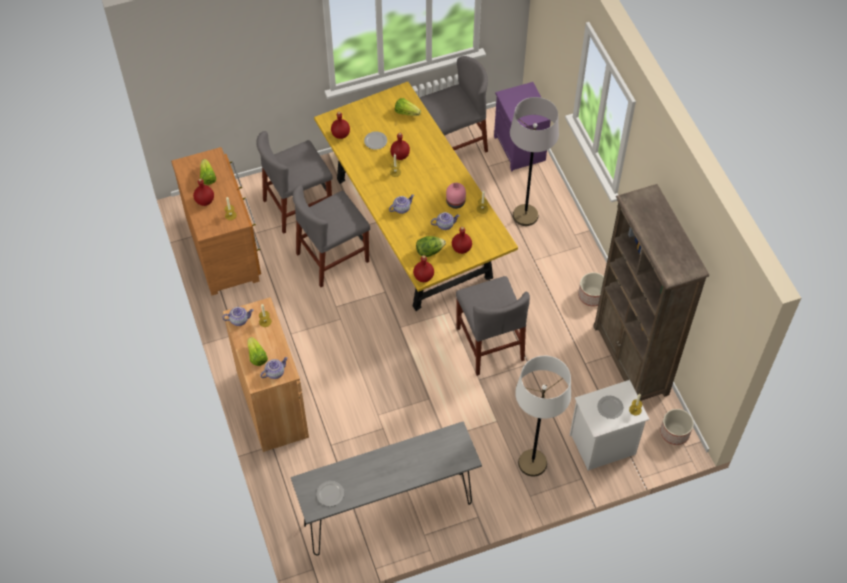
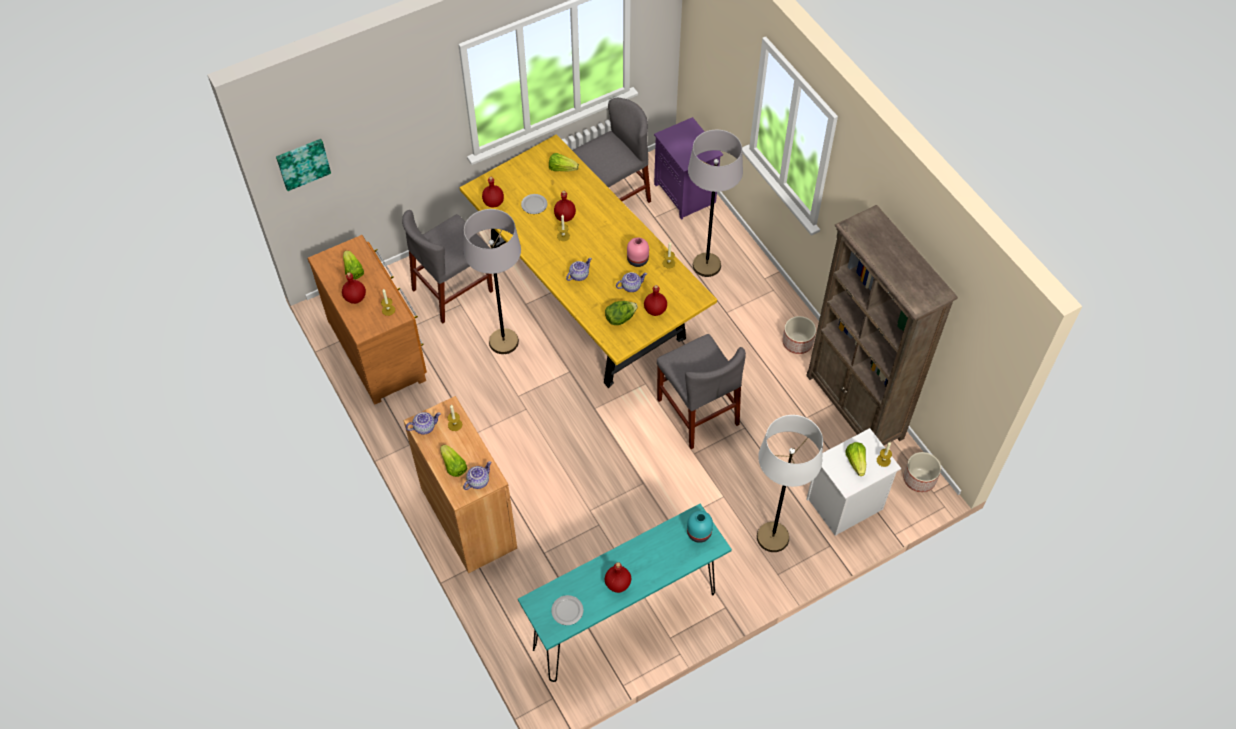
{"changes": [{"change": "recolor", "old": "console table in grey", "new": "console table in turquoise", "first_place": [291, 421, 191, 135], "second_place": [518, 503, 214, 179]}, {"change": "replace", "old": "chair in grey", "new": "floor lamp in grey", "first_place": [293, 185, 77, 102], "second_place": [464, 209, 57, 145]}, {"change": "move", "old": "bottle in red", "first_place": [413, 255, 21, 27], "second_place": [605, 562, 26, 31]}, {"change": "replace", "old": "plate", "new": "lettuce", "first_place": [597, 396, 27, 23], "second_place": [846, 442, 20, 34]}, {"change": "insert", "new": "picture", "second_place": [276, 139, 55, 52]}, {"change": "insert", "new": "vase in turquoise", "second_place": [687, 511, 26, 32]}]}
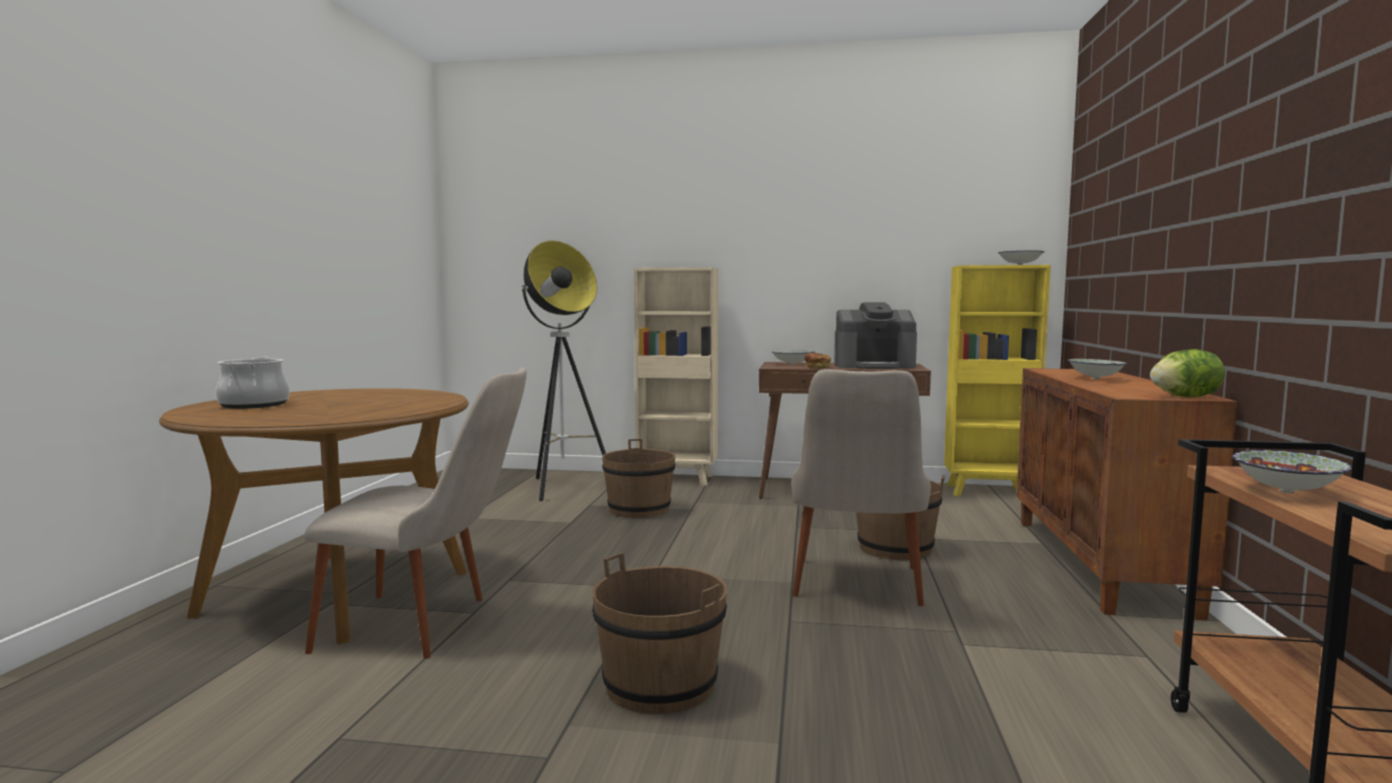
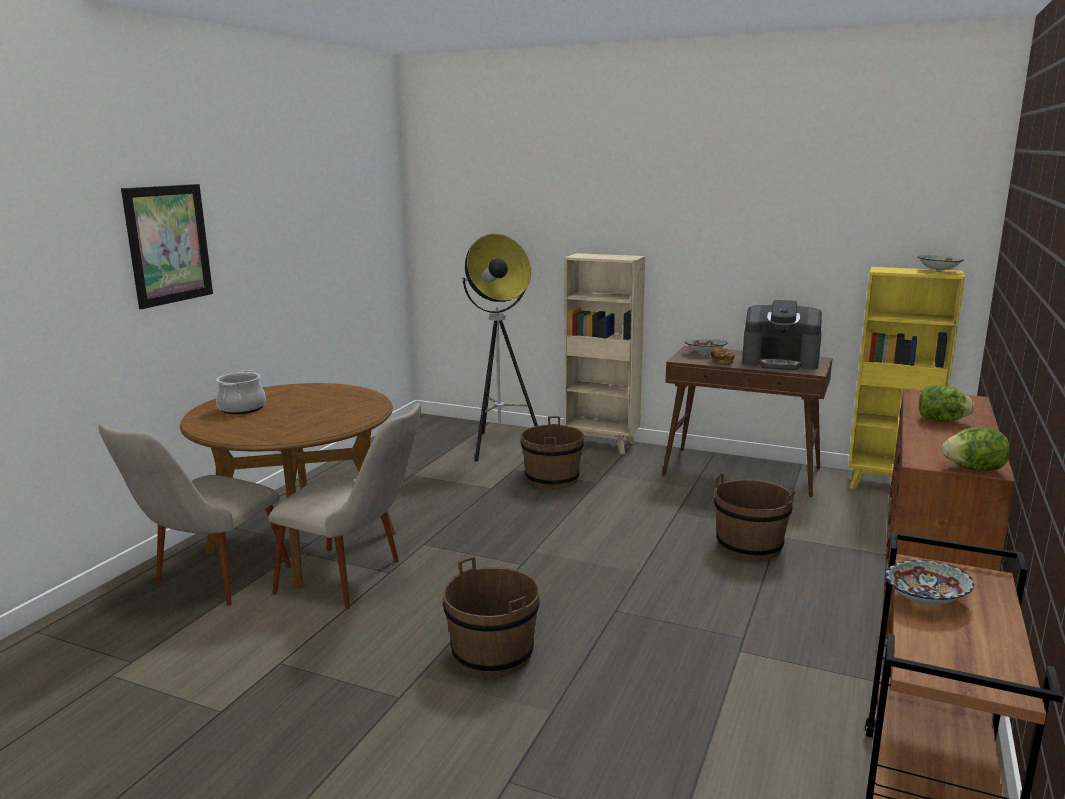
{"changes": [{"change": "move", "old": "chair in beige", "first_place": [791, 369, 140, 237], "second_place": [99, 424, 192, 182]}, {"change": "replace", "old": "bowl", "new": "lettuce", "first_place": [1068, 359, 59, 20], "second_place": [919, 385, 56, 37]}, {"change": "insert", "new": "picture", "second_place": [121, 184, 92, 125]}]}
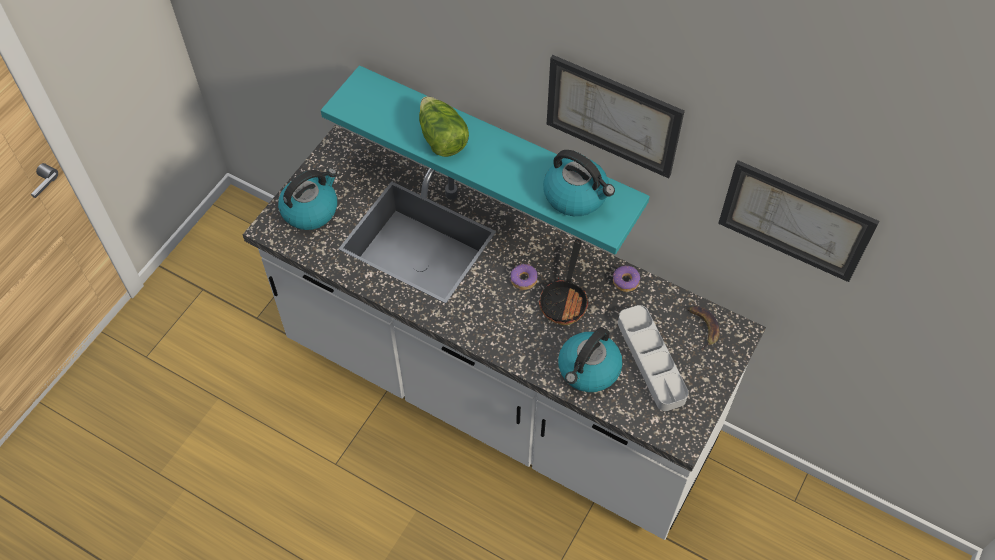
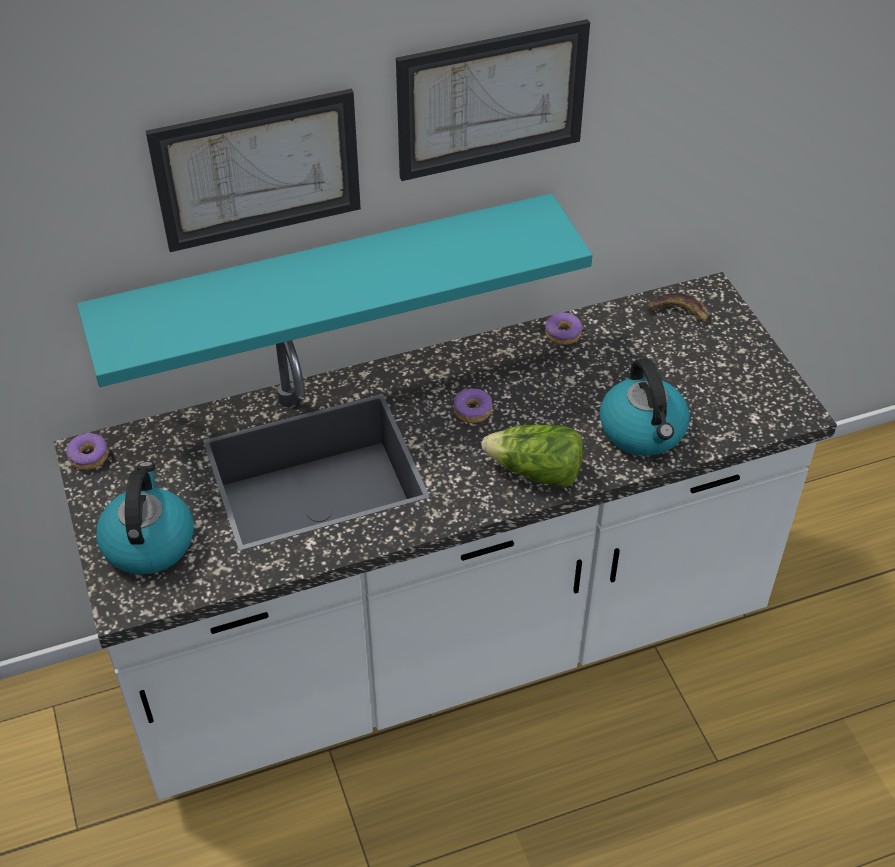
{"changes": [{"change": "move", "old": "lettuce", "first_place": [419, 96, 50, 61], "second_place": [481, 424, 102, 63]}, {"change": "delete", "old": "frying pan", "first_place": [539, 239, 50, 87]}, {"change": "delete", "old": "kettle", "first_place": [543, 150, 72, 66]}, {"change": "delete", "old": "tray in grey", "first_place": [618, 305, 71, 106]}, {"change": "move", "old": "picture", "first_place": [718, 160, 161, 122], "second_place": [146, 89, 215, 163]}, {"change": "insert", "new": "donut", "second_place": [66, 433, 43, 37]}]}
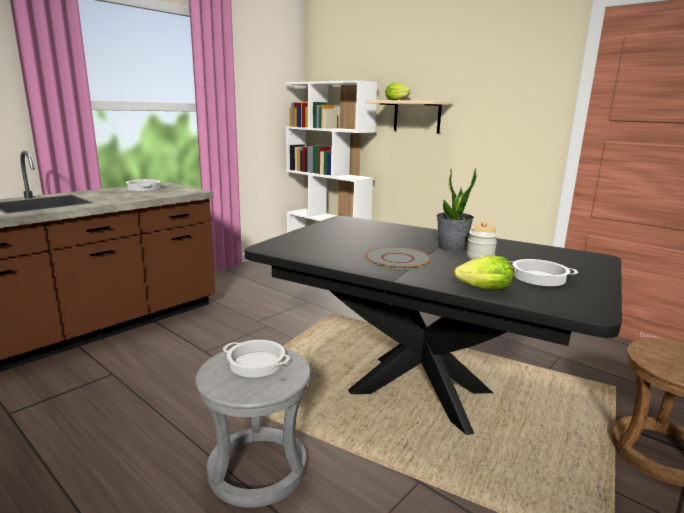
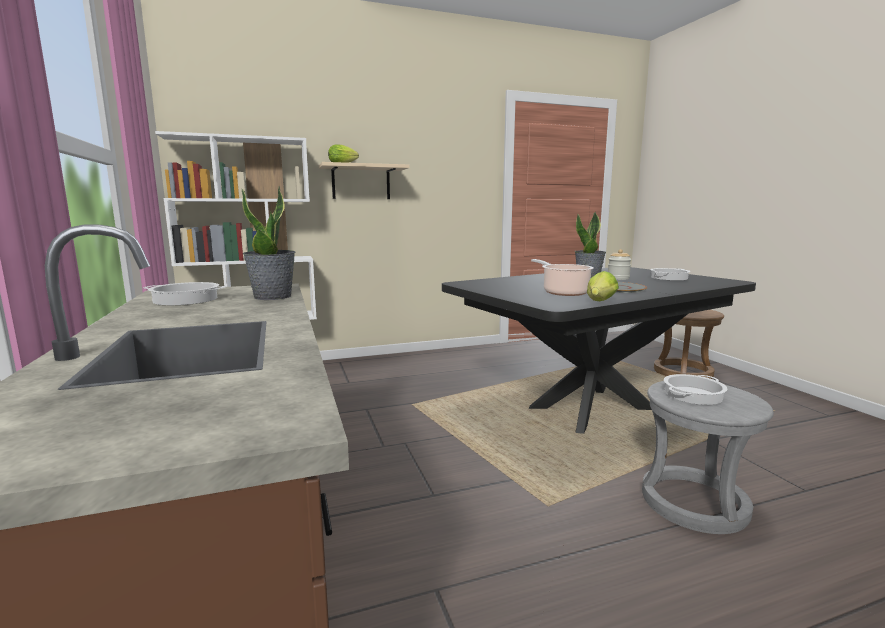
{"changes": [{"change": "move", "old": "lettuce", "first_place": [454, 256, 59, 34], "second_place": [587, 271, 32, 30]}, {"change": "insert", "new": "potted plant", "second_place": [242, 186, 54, 114]}, {"change": "insert", "new": "cooking pot", "second_place": [531, 259, 63, 37]}]}
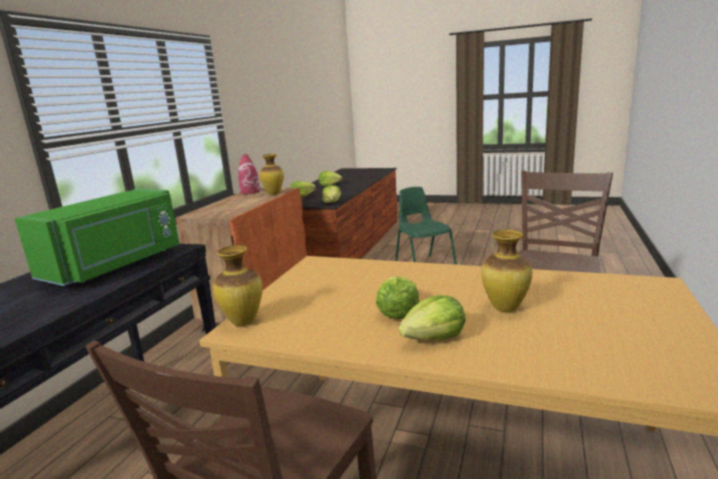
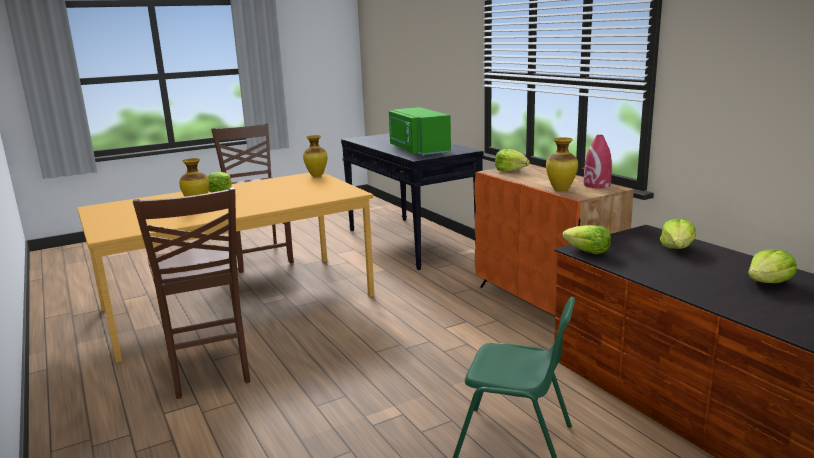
{"changes": [{"change": "move", "old": "lettuce", "first_place": [376, 276, 44, 43], "second_place": [495, 149, 35, 23]}]}
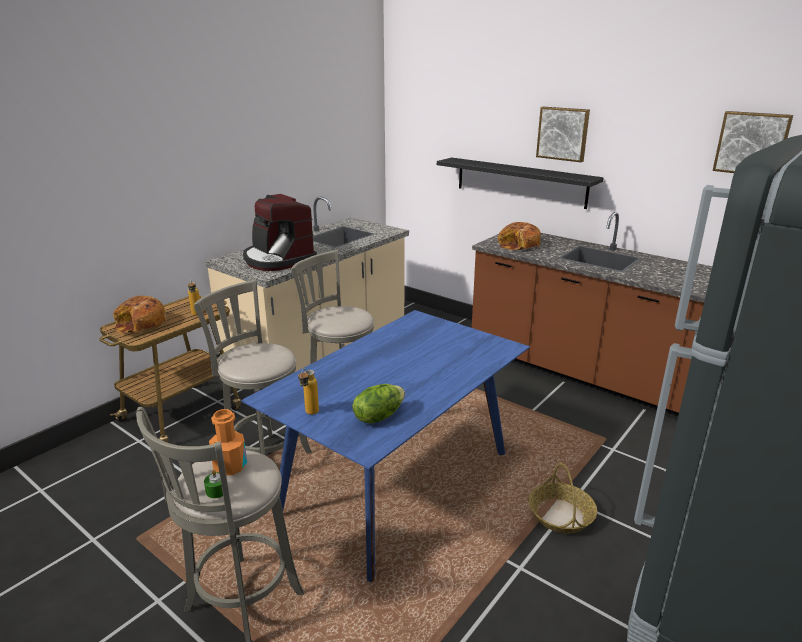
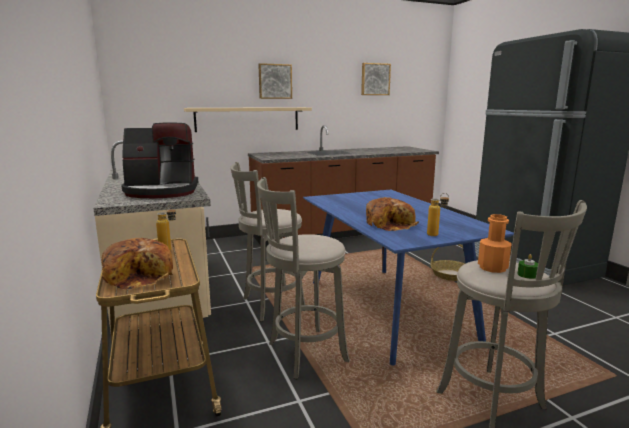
{"changes": [{"change": "delete", "old": "lettuce", "first_place": [353, 384, 52, 39]}, {"change": "recolor", "old": "shelf in black", "new": "shelf in beige", "first_place": [437, 158, 166, 51], "second_place": [184, 107, 128, 25]}, {"change": "move", "old": "bread", "first_place": [498, 222, 43, 28], "second_place": [366, 197, 53, 34]}]}
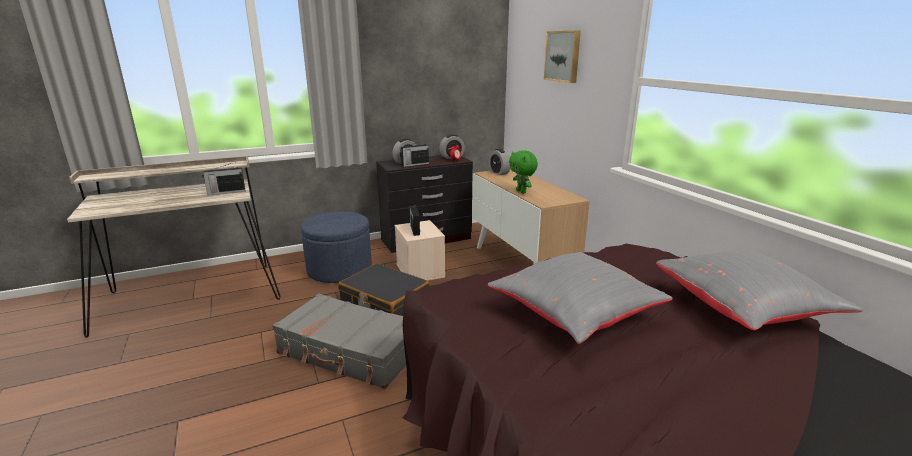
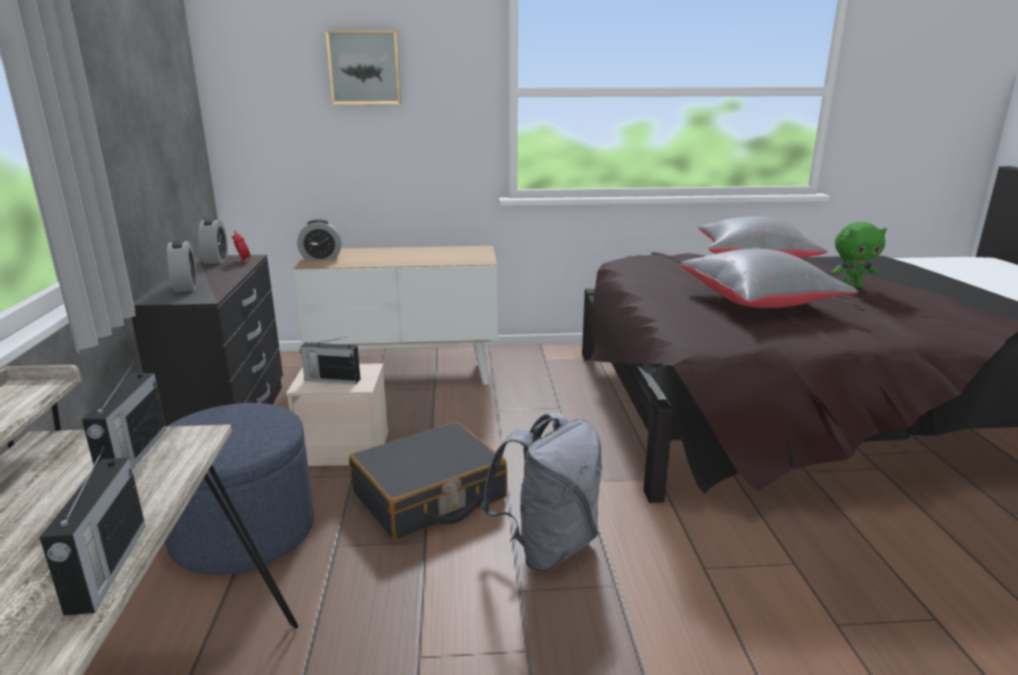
{"changes": [{"change": "replace", "old": "suitcase in grey", "new": "backpack in grey", "first_place": [272, 294, 134, 95], "second_place": [481, 413, 122, 158]}, {"change": "move", "old": "radio", "first_place": [400, 140, 29, 27], "second_place": [40, 445, 106, 171]}, {"change": "move", "old": "plush toy in green", "first_place": [509, 150, 29, 44], "second_place": [831, 222, 56, 66]}]}
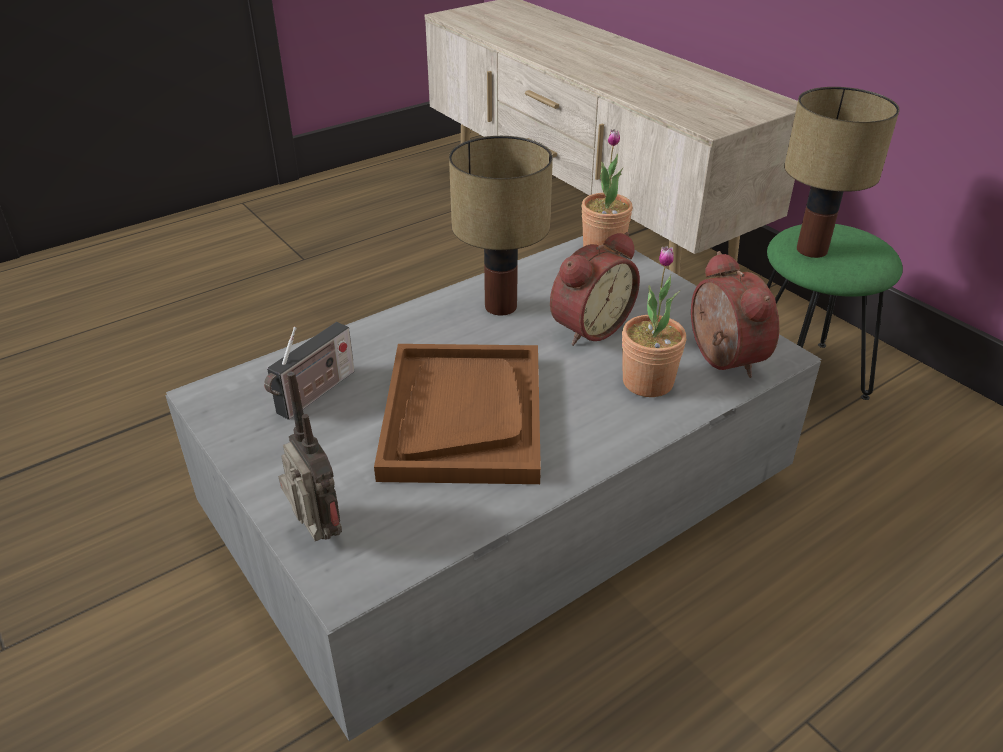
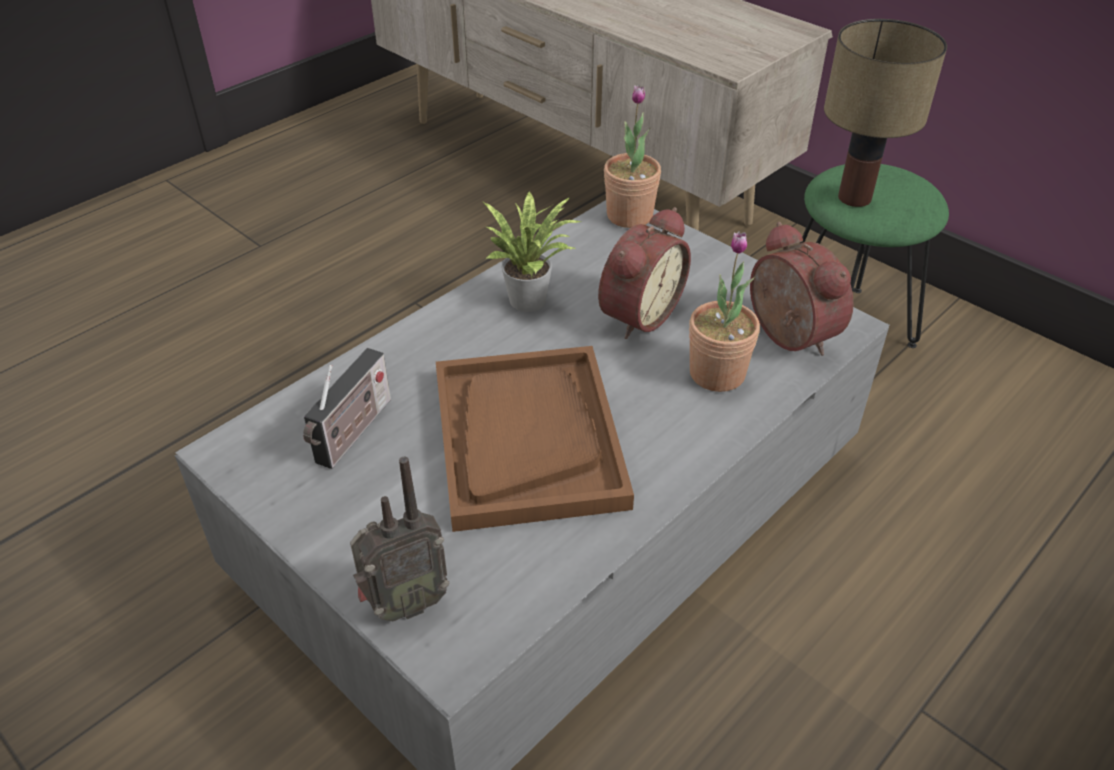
{"changes": [{"change": "rotate", "old": "radio", "first_place": [278, 371, 64, 170], "second_place": [350, 457, 99, 164], "degrees": 105}, {"change": "replace", "old": "table lamp", "new": "potted plant", "first_place": [449, 136, 104, 179], "second_place": [483, 191, 98, 121]}]}
